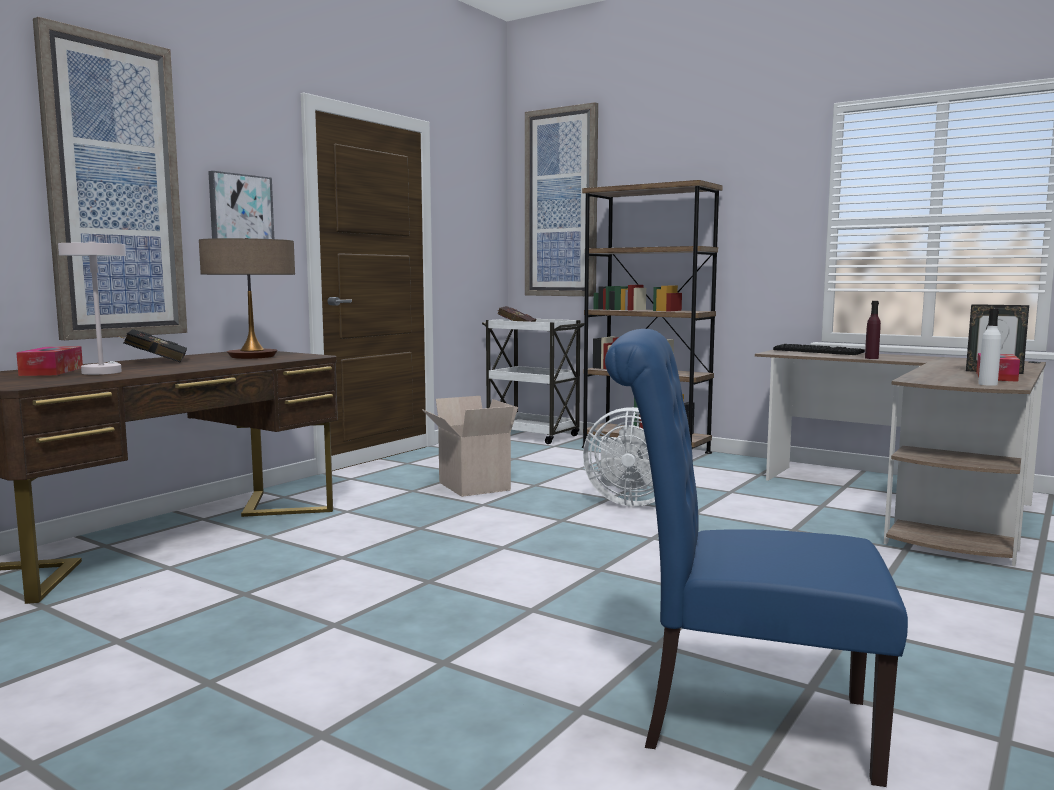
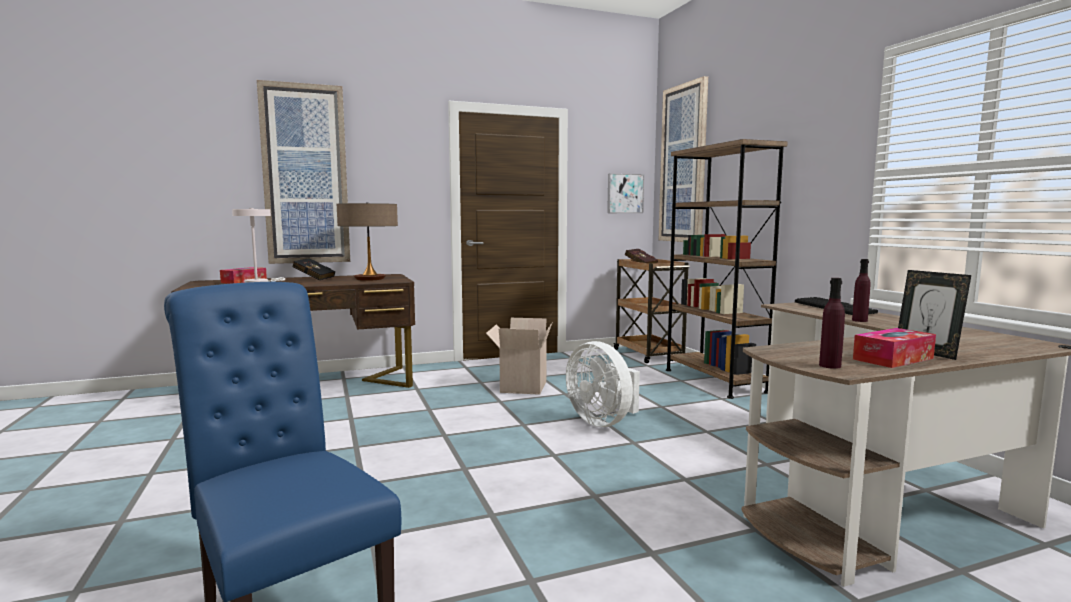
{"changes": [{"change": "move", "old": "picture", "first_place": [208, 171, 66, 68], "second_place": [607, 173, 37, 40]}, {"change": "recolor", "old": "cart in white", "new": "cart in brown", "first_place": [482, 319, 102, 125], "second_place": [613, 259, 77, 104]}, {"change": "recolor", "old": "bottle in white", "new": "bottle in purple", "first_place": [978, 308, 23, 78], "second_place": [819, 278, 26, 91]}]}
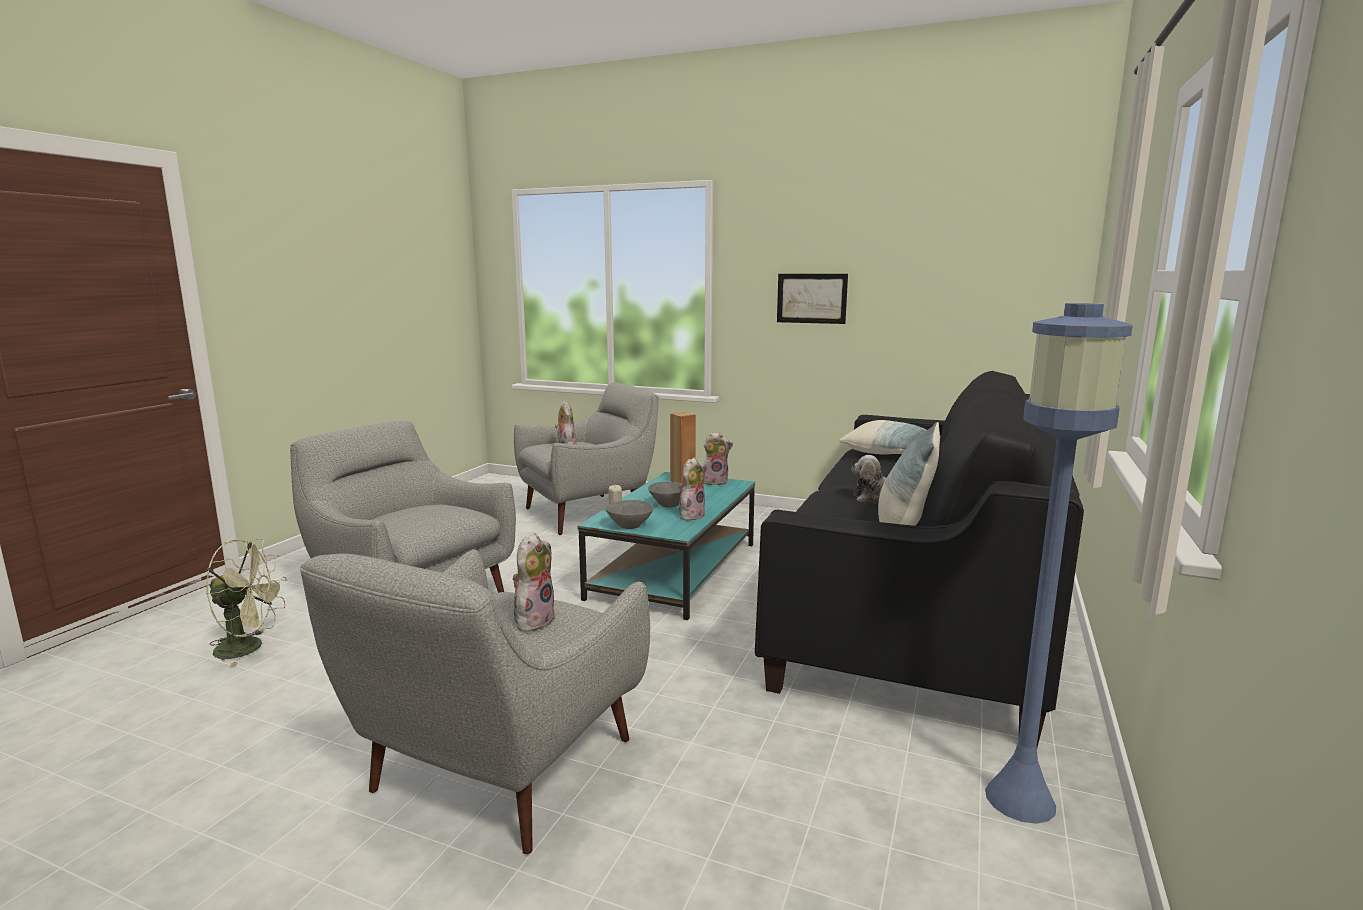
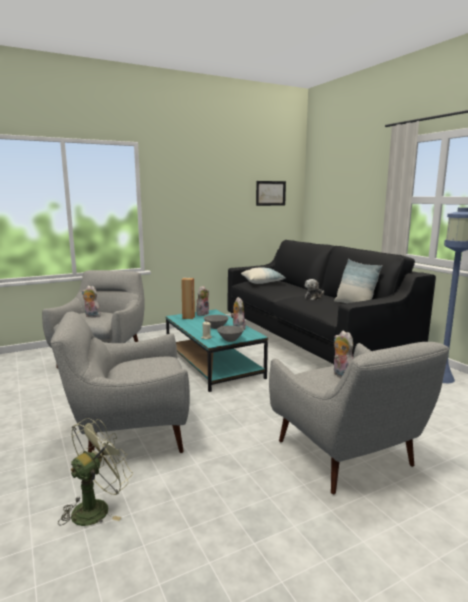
{"changes": [{"change": "move", "old": "picture", "first_place": [777, 274, 71, 50], "second_place": [256, 181, 30, 25]}]}
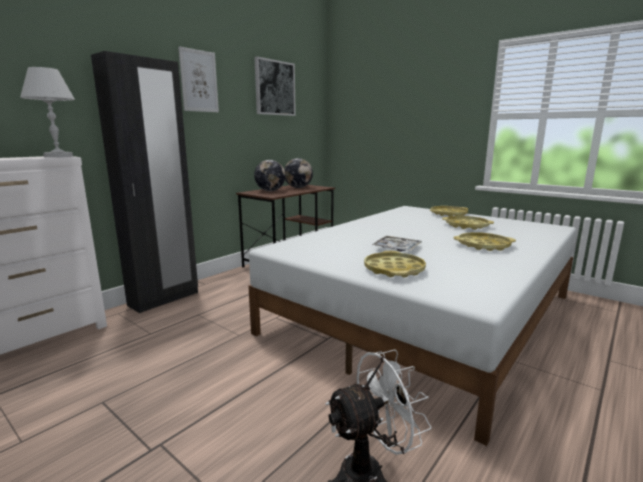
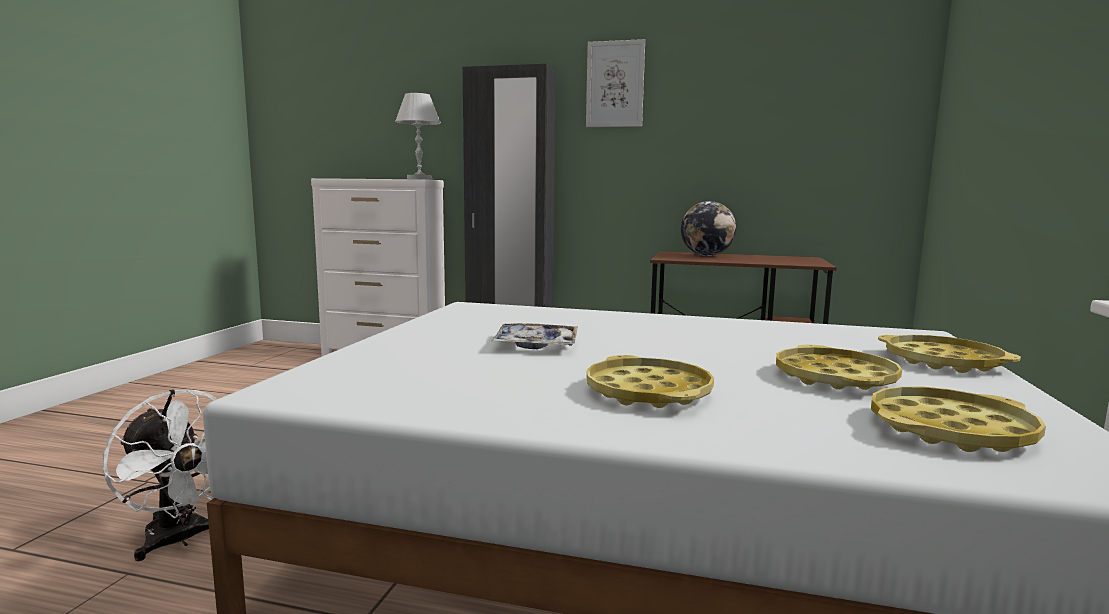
{"changes": [{"change": "delete", "old": "picture", "first_place": [254, 56, 42, 60]}, {"change": "delete", "old": "globe", "first_place": [284, 158, 29, 30]}, {"change": "move", "old": "tray in yellow", "first_place": [364, 251, 62, 26], "second_place": [871, 386, 175, 66]}]}
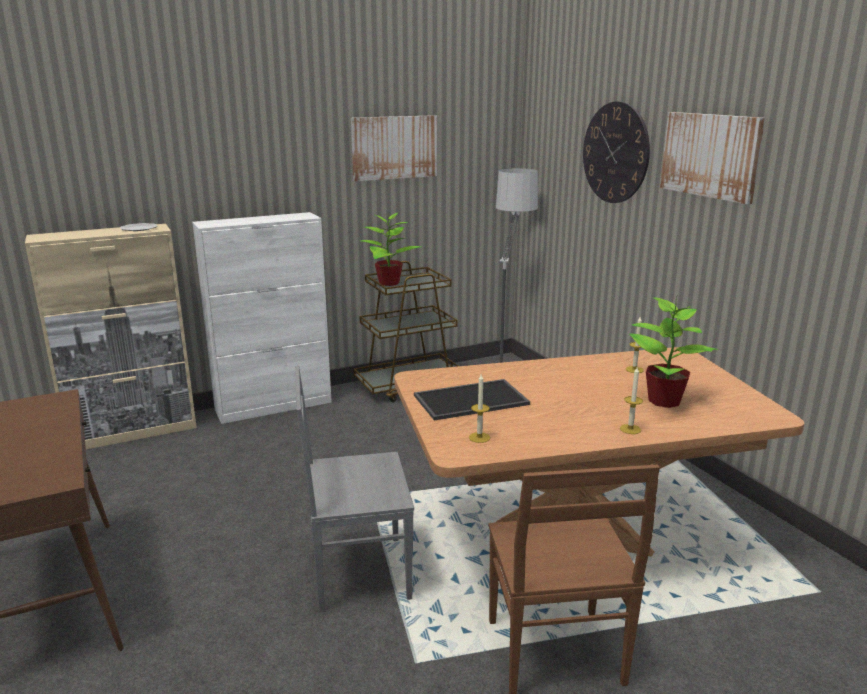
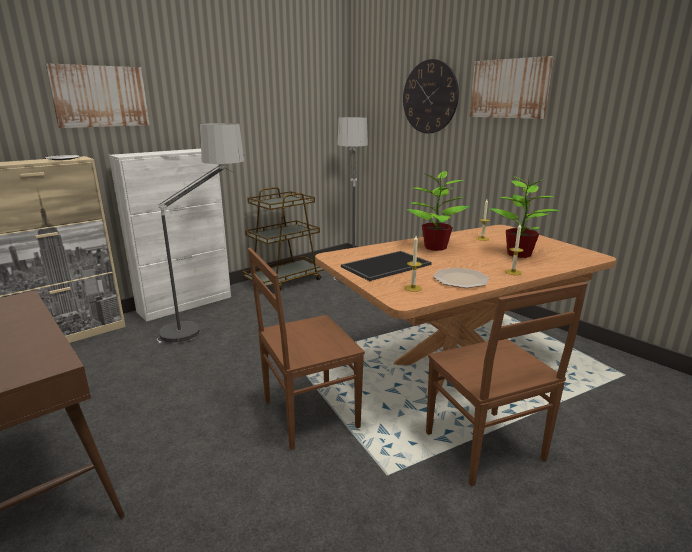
{"changes": [{"change": "recolor", "old": "chair in grey", "new": "chair in brown", "first_place": [295, 365, 119, 246], "second_place": [248, 248, 117, 202]}, {"change": "move", "old": "picture", "first_place": [351, 115, 86, 66], "second_place": [45, 63, 105, 65]}, {"change": "move", "old": "potted plant", "first_place": [360, 213, 61, 73], "second_place": [406, 171, 64, 80]}, {"change": "insert", "new": "floor lamp", "second_place": [157, 123, 87, 221]}, {"change": "insert", "new": "plate", "second_place": [433, 268, 57, 20]}]}
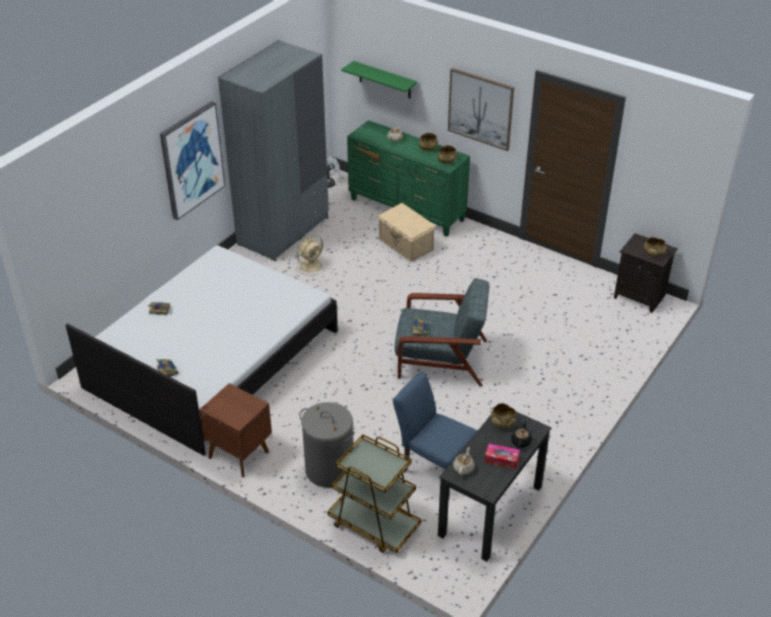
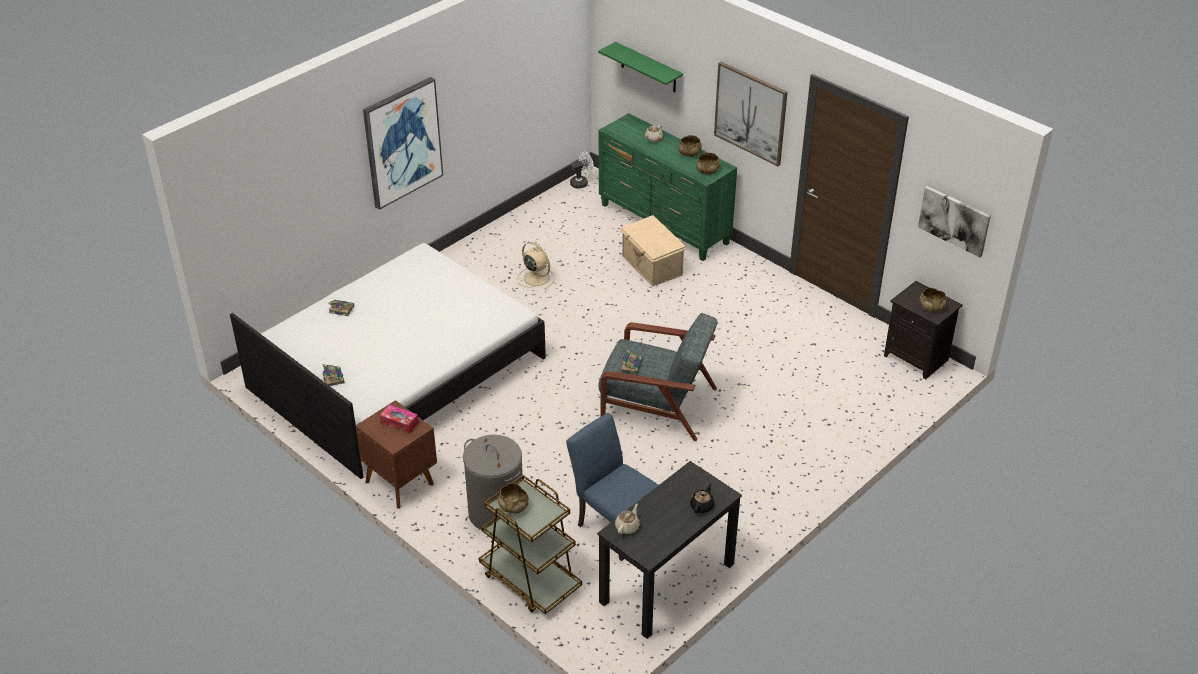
{"changes": [{"change": "delete", "old": "wardrobe in grey", "first_place": [218, 40, 111, 221]}, {"change": "rotate", "old": "fan in beige", "first_place": [294, 235, 33, 40], "second_place": [517, 242, 38, 47], "degrees": -105}, {"change": "move", "old": "tissue box", "first_place": [485, 443, 35, 26], "second_place": [380, 405, 39, 29]}, {"change": "move", "old": "bowl in beige", "first_place": [491, 403, 26, 26], "second_place": [498, 483, 31, 31]}, {"change": "insert", "new": "picture", "second_place": [918, 186, 73, 71]}]}
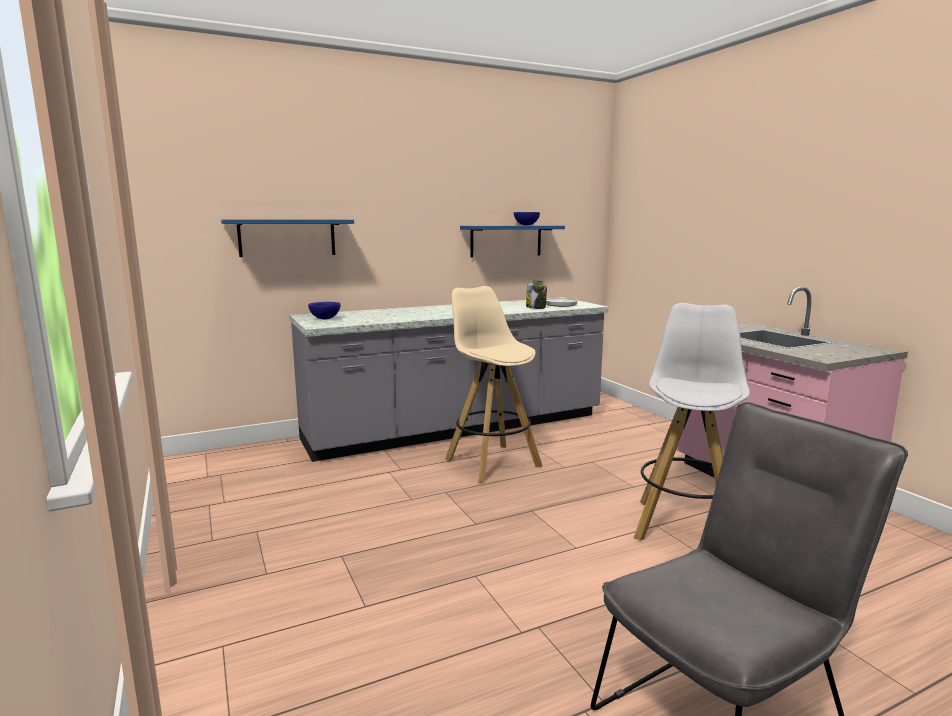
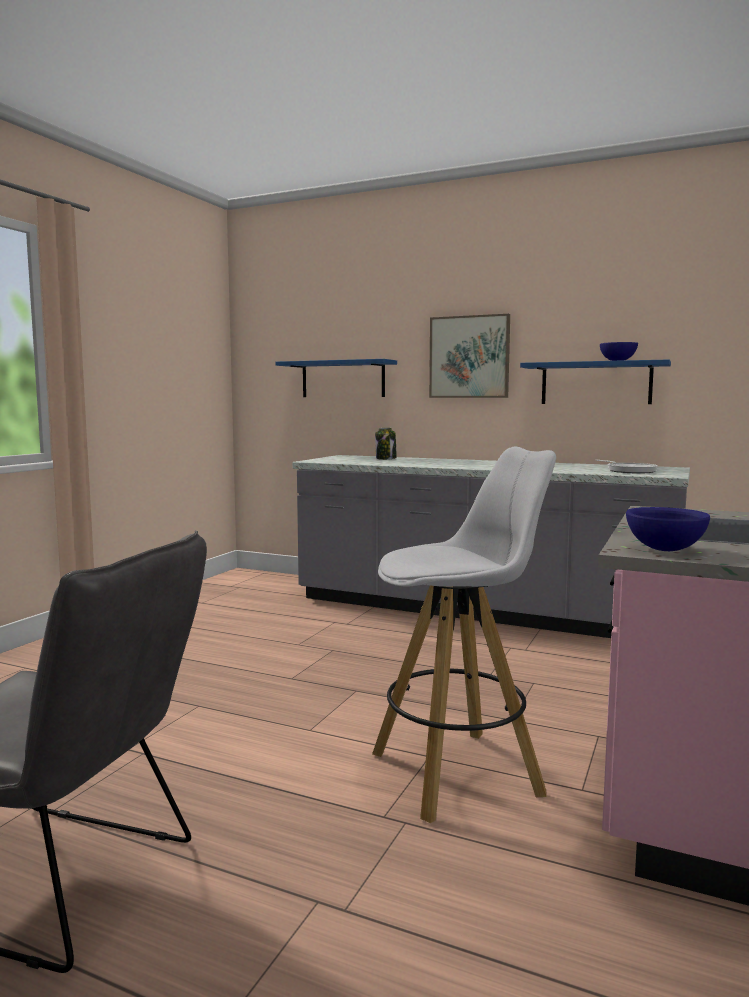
{"changes": [{"change": "move", "old": "bowl in blue", "first_place": [308, 302, 33, 17], "second_place": [626, 507, 84, 44]}, {"change": "delete", "old": "stool in beige", "first_place": [445, 286, 97, 196]}, {"change": "move", "old": "jar", "first_place": [526, 280, 21, 29], "second_place": [375, 428, 22, 32]}, {"change": "insert", "new": "picture", "second_place": [429, 314, 81, 84]}]}
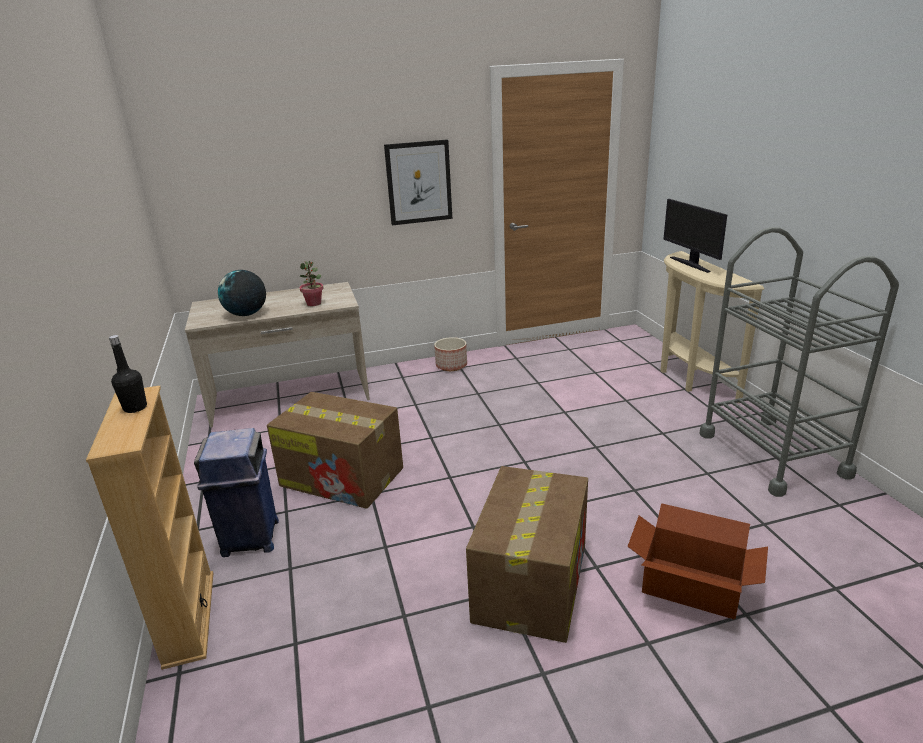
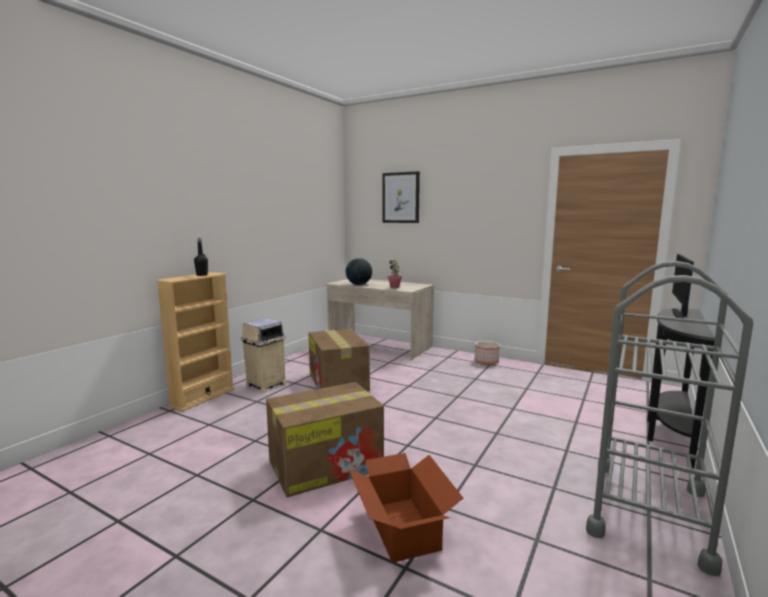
{"changes": [{"change": "recolor", "old": "trash can in blue", "new": "trash can in beige", "first_place": [194, 428, 85, 129], "second_place": [240, 318, 46, 75]}, {"change": "move", "old": "picture", "first_place": [384, 139, 68, 86], "second_place": [383, 171, 37, 52]}, {"change": "recolor", "old": "console table in beige", "new": "console table in black", "first_place": [660, 251, 104, 152], "second_place": [647, 308, 68, 161]}]}
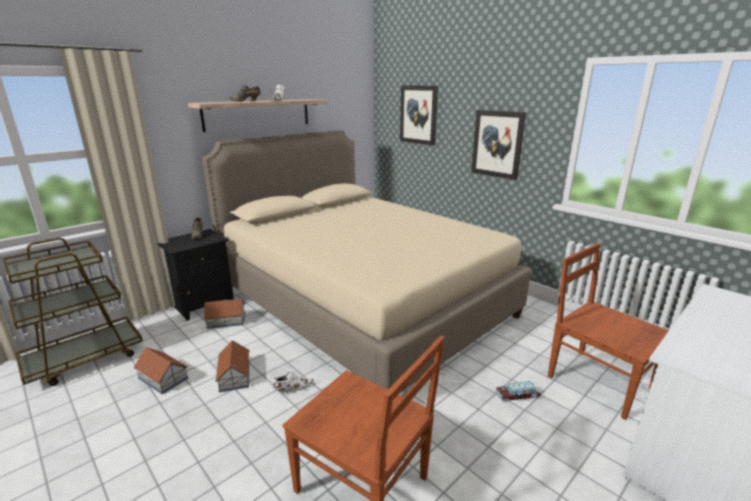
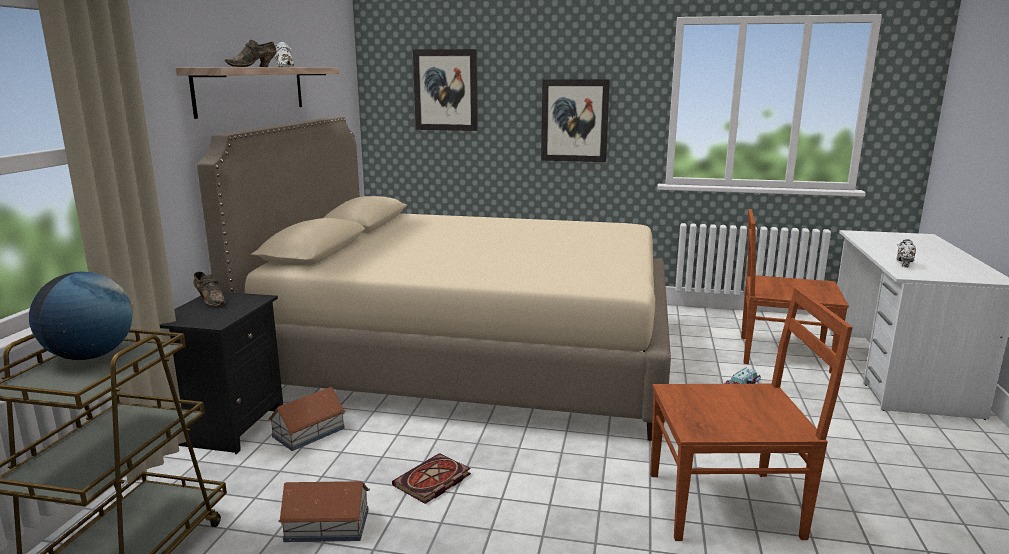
{"changes": [{"change": "replace", "old": "toy house", "new": "book", "first_place": [215, 340, 34, 53], "second_place": [392, 453, 79, 51]}, {"change": "move", "old": "shoe in white", "first_place": [272, 371, 42, 23], "second_place": [896, 239, 20, 29]}, {"change": "insert", "new": "globe", "second_place": [29, 271, 104, 89]}]}
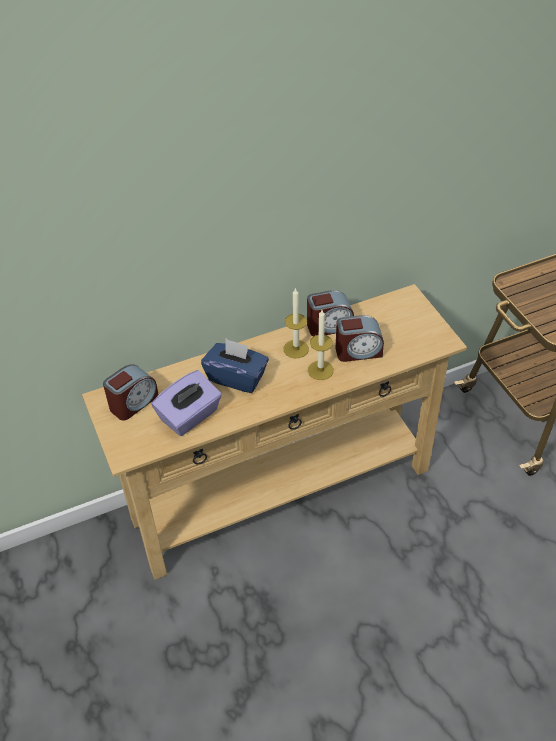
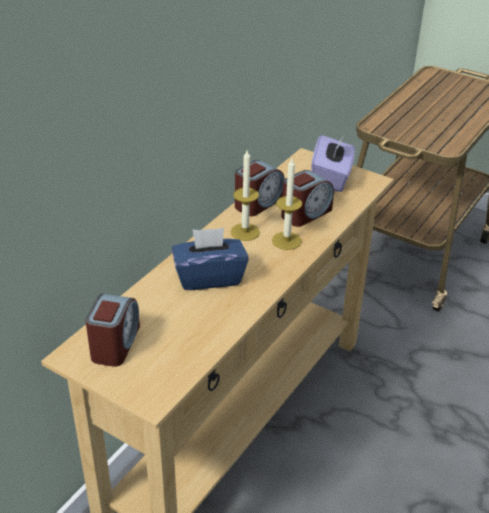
{"changes": [{"change": "move", "old": "tissue box in purple", "first_place": [152, 370, 70, 66], "second_place": [311, 135, 44, 57]}]}
